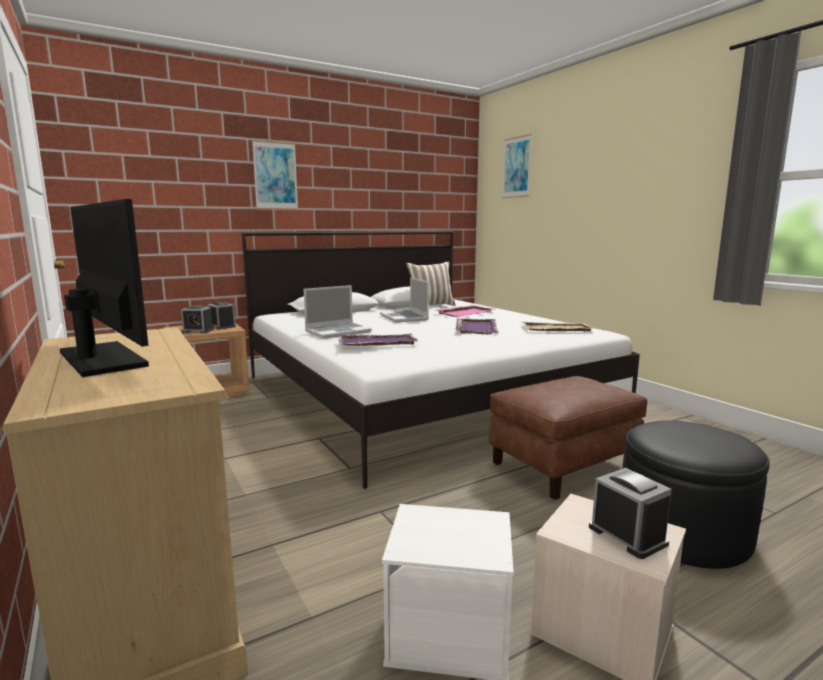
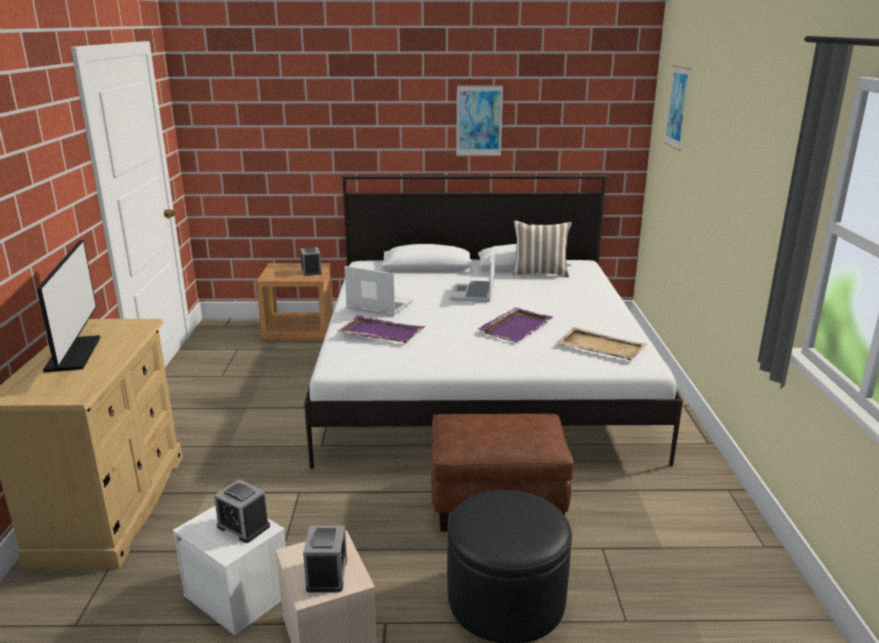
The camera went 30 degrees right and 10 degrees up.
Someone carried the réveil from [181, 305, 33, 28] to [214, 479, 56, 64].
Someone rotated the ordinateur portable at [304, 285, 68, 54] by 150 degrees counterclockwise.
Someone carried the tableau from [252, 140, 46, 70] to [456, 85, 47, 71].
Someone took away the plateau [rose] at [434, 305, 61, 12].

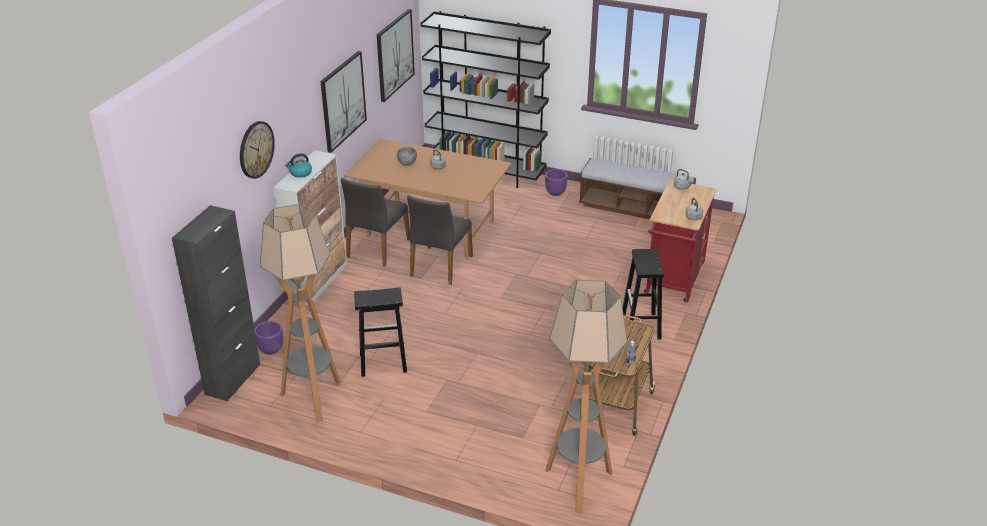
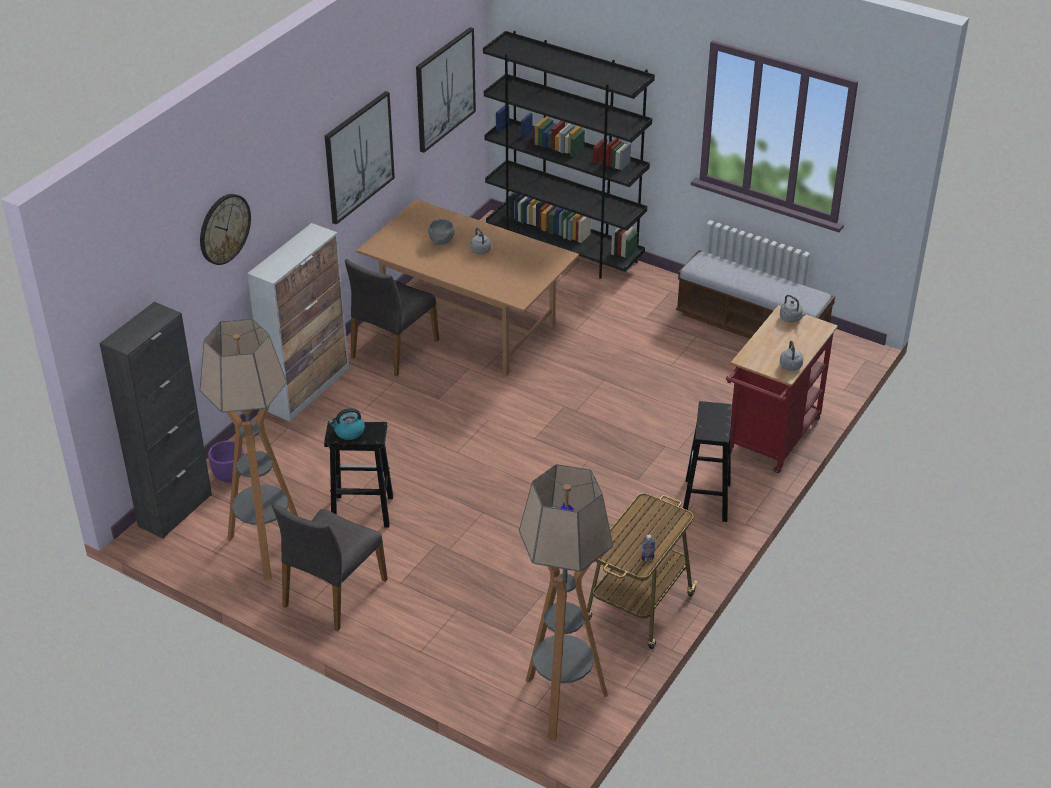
The camera went 10 degrees right and 5 degrees up.
Someone carried the chaise [gris] from [407, 195, 66, 90] to [272, 502, 116, 129].
Someone carried the bouilloire from [285, 153, 27, 25] to [329, 408, 36, 32].
Someone took away the cache-pot [violet] at [545, 169, 23, 27].

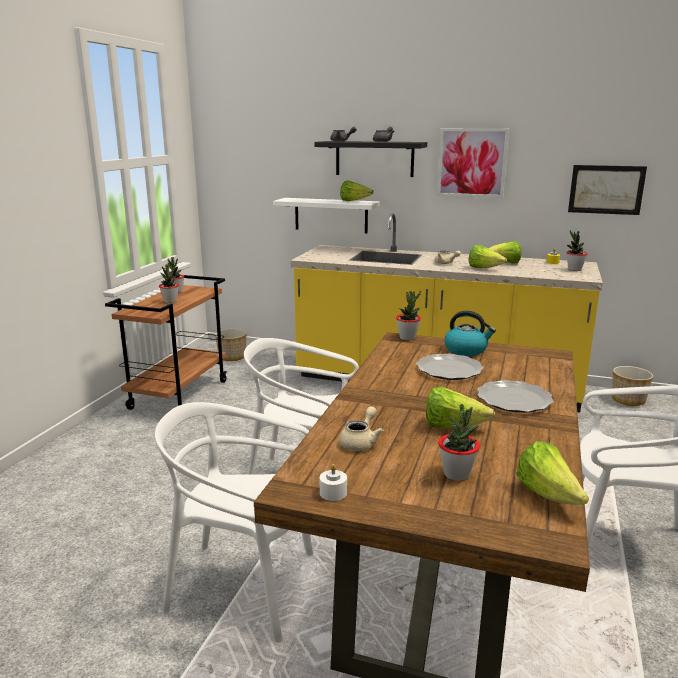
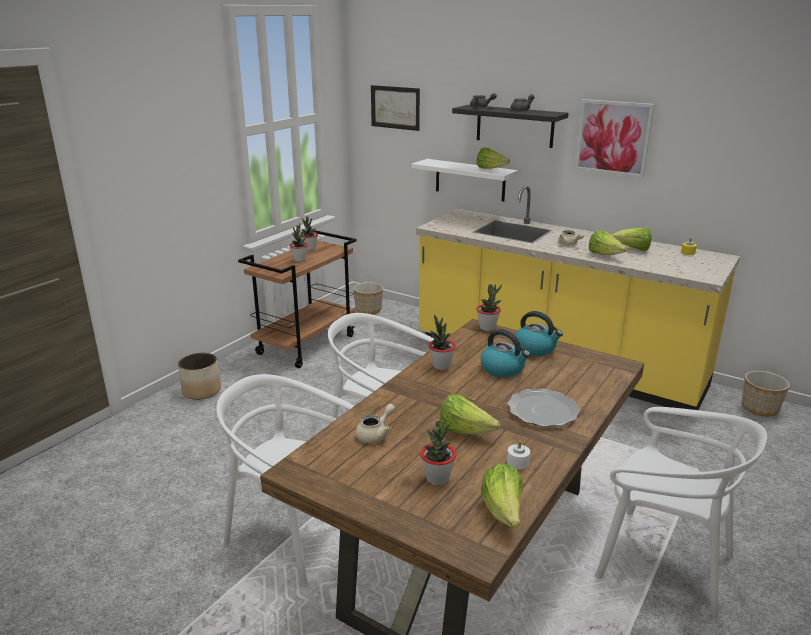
The camera went 15 degrees right and 5 degrees up.
Someone put down the cache-pot at [178, 353, 43, 47].
Someone carried the tableau from [568, 165, 79, 50] to [371, 85, 49, 46].
Someone carried the plante en pot from [566, 230, 22, 41] to [428, 314, 28, 56].
Someone swapped the assiette at [416, 354, 68, 26] for the bouilloire at [481, 329, 49, 48].
Someone carried the bougie [blanc] from [320, 464, 27, 37] to [507, 440, 23, 30].

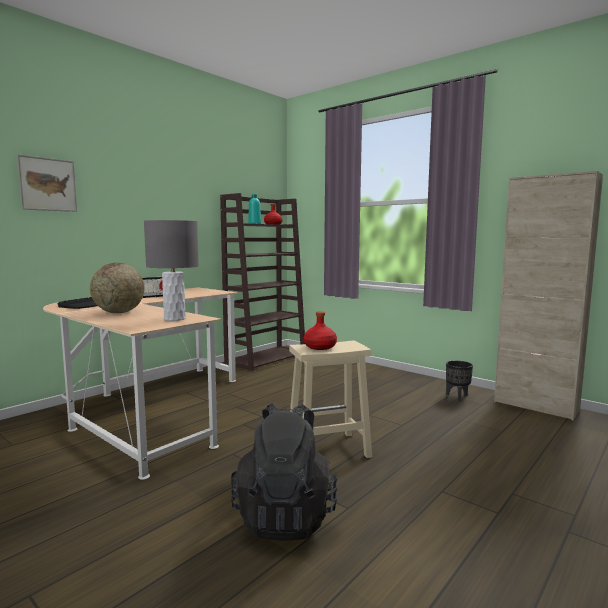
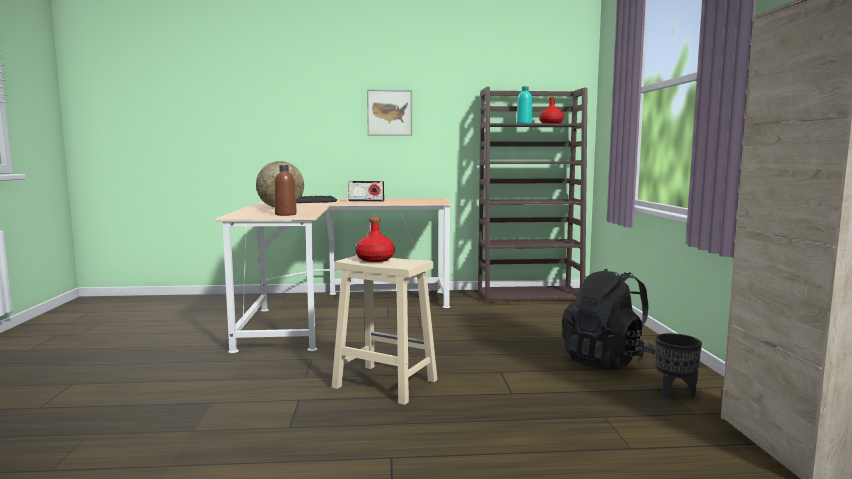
The camera went 45 degrees right and 0 degrees up.
Someone swapped the lampe de table [gris] at [144, 220, 55, 101] for the bouteille [marron] at [275, 165, 22, 51].
Someone carried the tableau from [17, 154, 60, 58] to [367, 90, 45, 46].
Someone carried the sac à dos [noir] from [231, 403, 106, 138] to [561, 269, 94, 102].

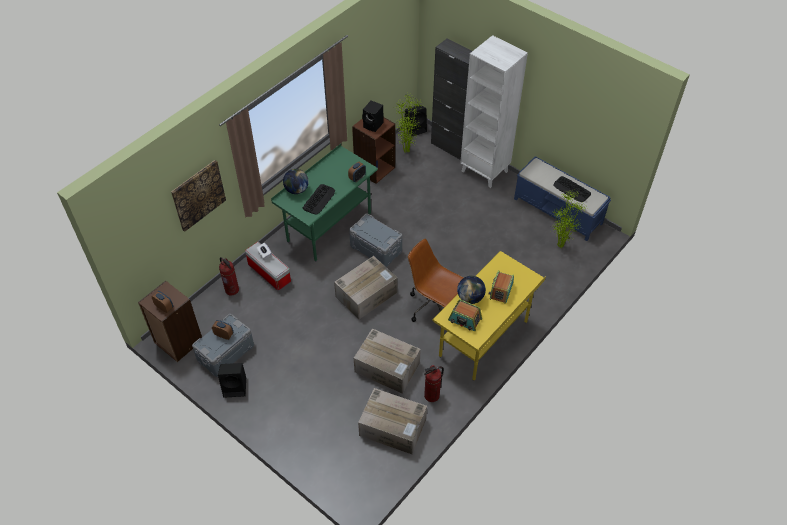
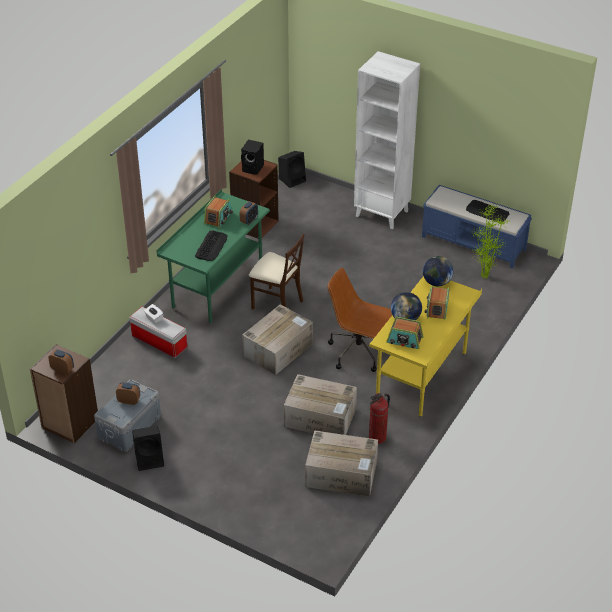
The camera went 10 degrees left and 10 degrees down.
Someone put down the radio at [204, 196, 29, 32].
Someone swapped the boîte de rangement [gris] at [349, 213, 53, 54] for the chaise [beige] at [249, 234, 56, 76].
Someone carried the globe from [283, 169, 26, 25] to [423, 256, 30, 30].
Someone took away the tableau at [171, 160, 55, 72].
Someone took away the extincteur at [219, 257, 20, 39].
Someone took away the plante en pot at [395, 93, 27, 60].
Someone took away the meuble de rangement [noir] at [431, 38, 41, 122].

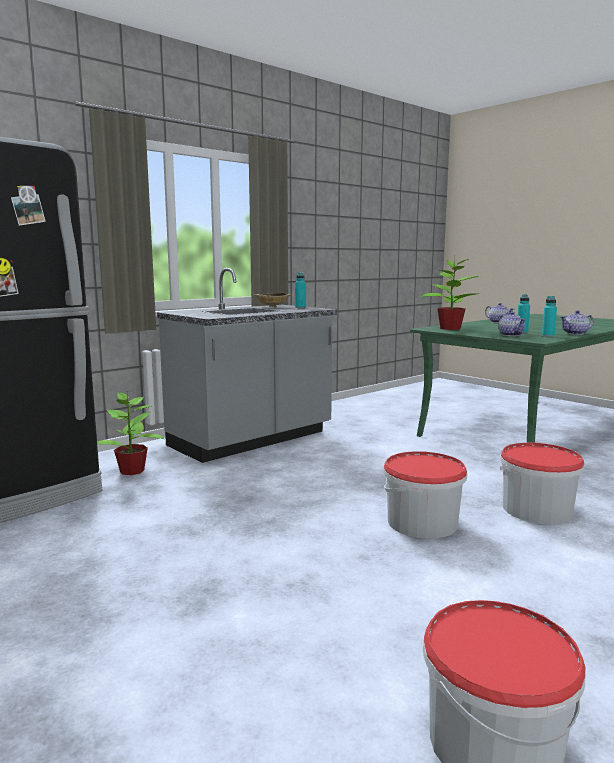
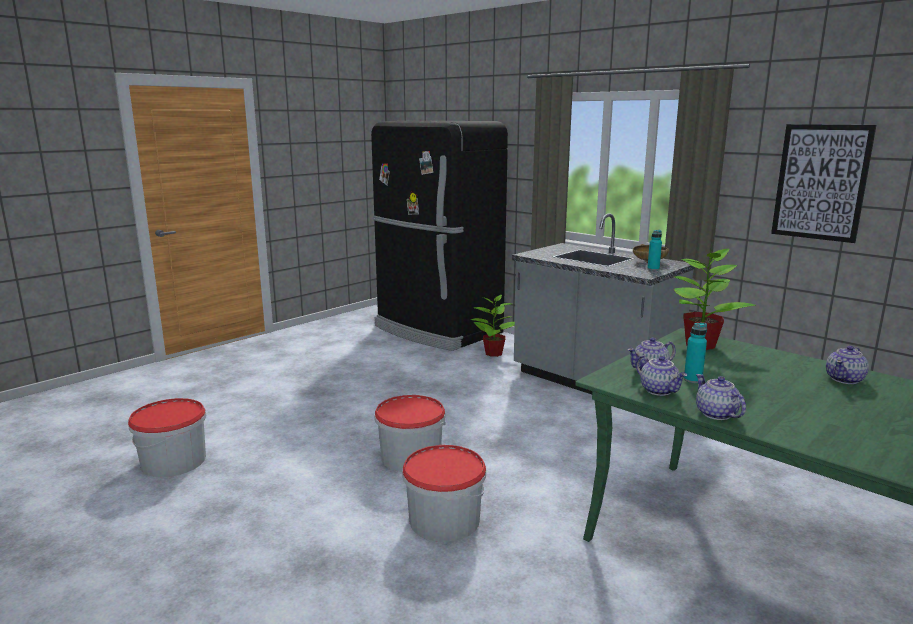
The camera went 85 degrees right and 5 degrees up.
Someone swapped the bouteille [turquoise] at [542, 296, 15, 41] for the théière at [636, 355, 51, 41].
Someone put up the tableau at [771, 124, 105, 119].

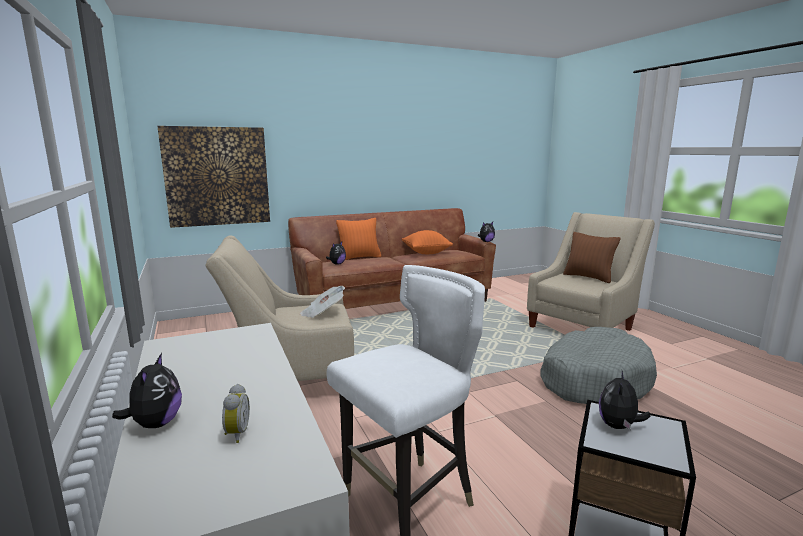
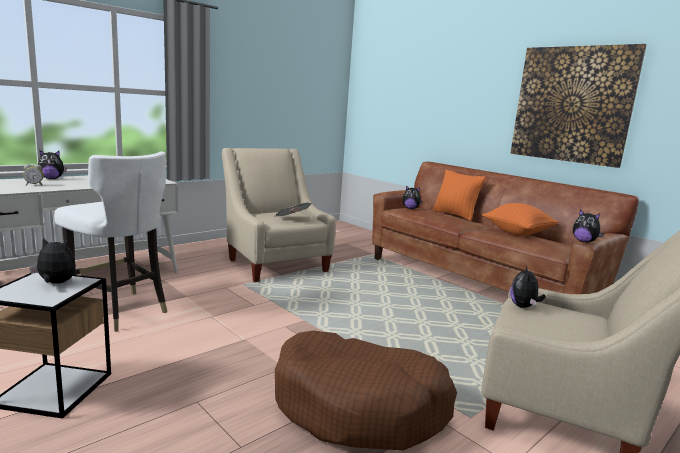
The camera went 70 degrees right and 0 degrees up.
Someone repainted the panier pour chien [gris] at [540, 327, 117, 77], which became the panier pour chien [marron] at [275, 330, 182, 120].
Someone carried the tableau from [157, 126, 113, 102] to [510, 44, 137, 124].
Someone put down the peluche at [510, 266, 36, 42].
Someone took away the coussin [marron] at [563, 232, 58, 51].

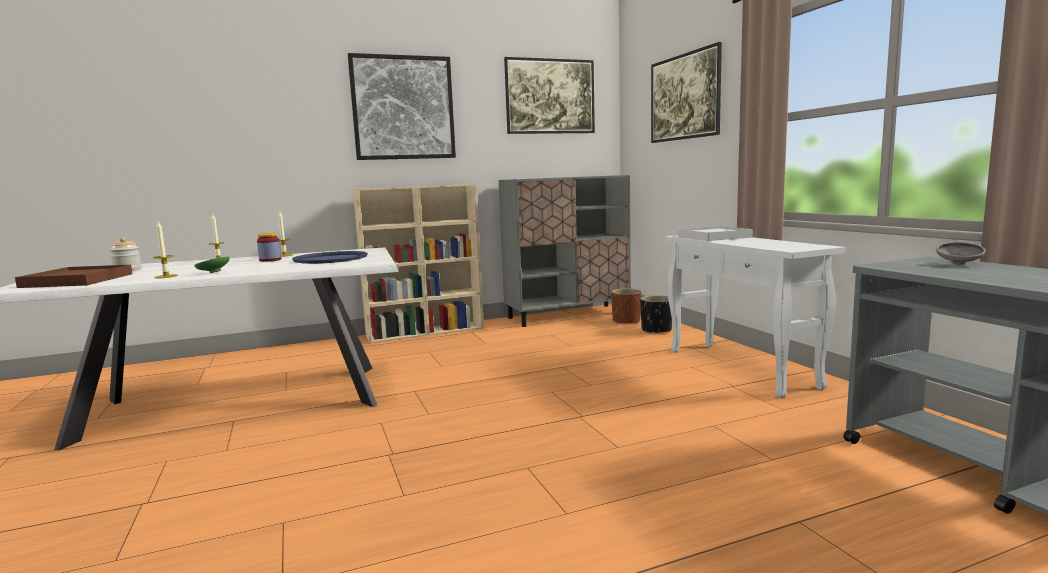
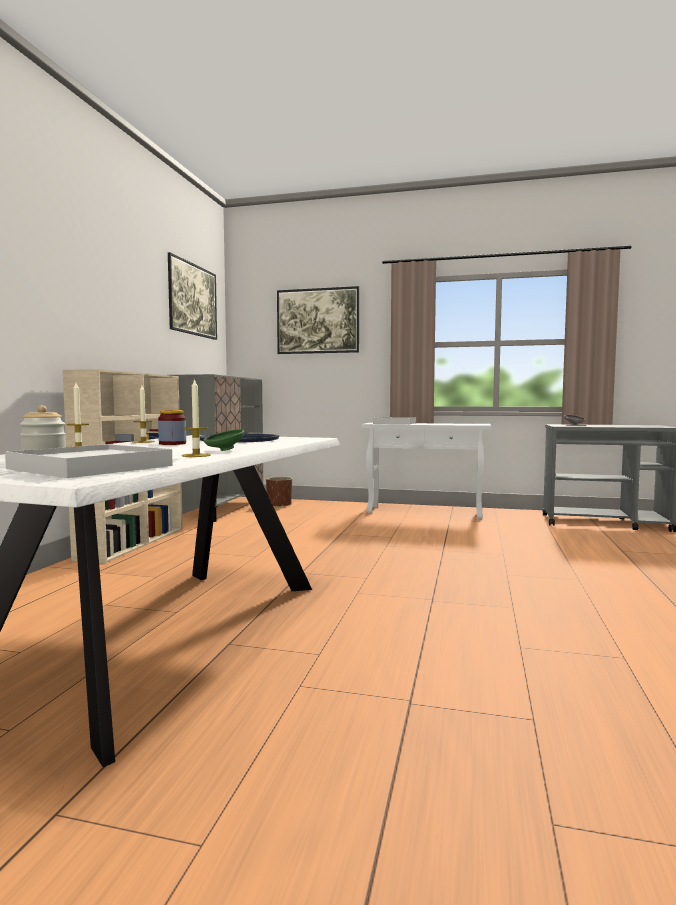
The camera went 55 degrees left and 5 degrees down.
Someone repainted the plateau [marron] at [15, 265, 117, 23], which became the plateau [blanc] at [5, 444, 168, 34].
Someone took away the tableau at [348, 53, 108, 107].
Someone took away the cache-pot [noir] at [640, 295, 32, 39].

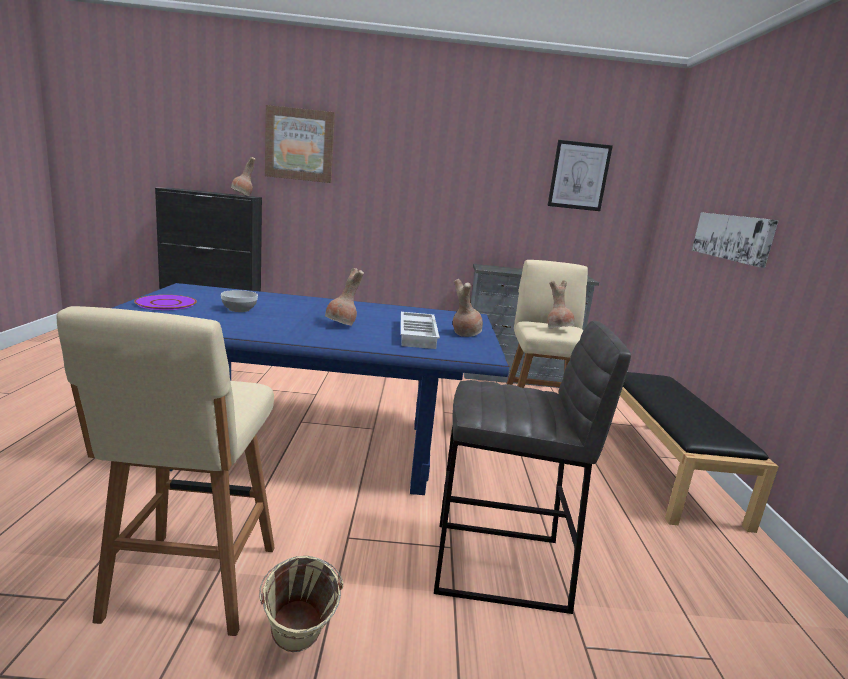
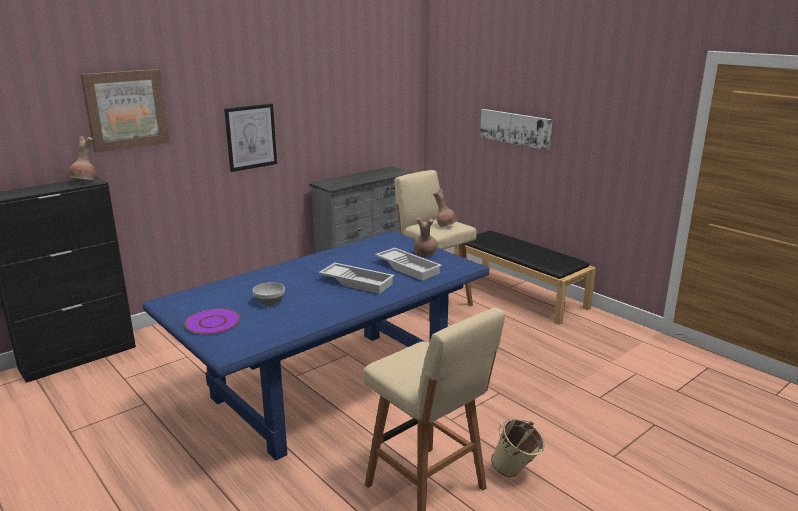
The camera went 40 degrees left and 5 degrees up.
Someone carried the tableau from [548, 140, 65, 71] to [224, 103, 53, 69].
Someone swapped the vase [marron] at [325, 268, 39, 58] for the plateau [blanc] at [319, 263, 76, 31].
Someone took away the tabouret [gris] at [434, 321, 197, 293].

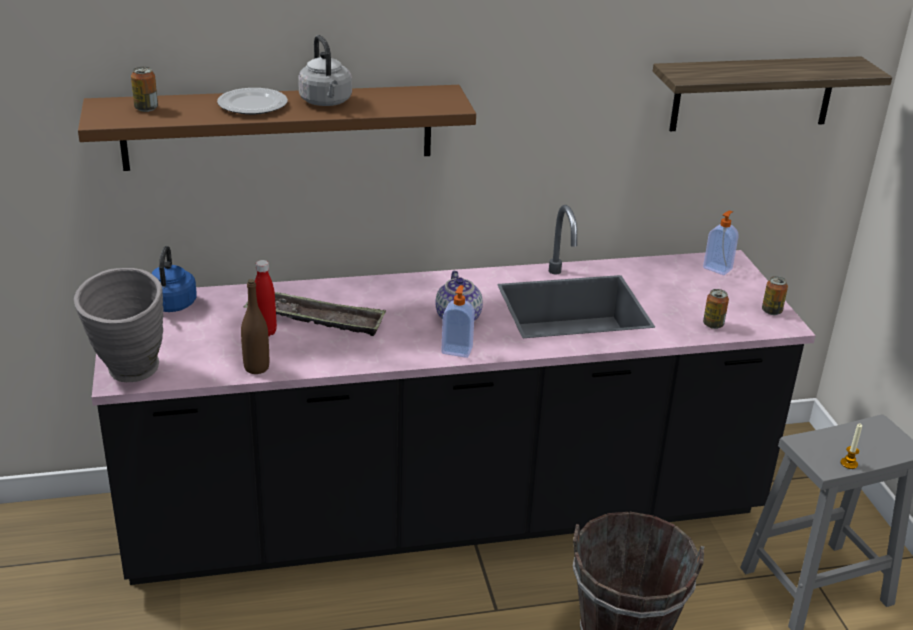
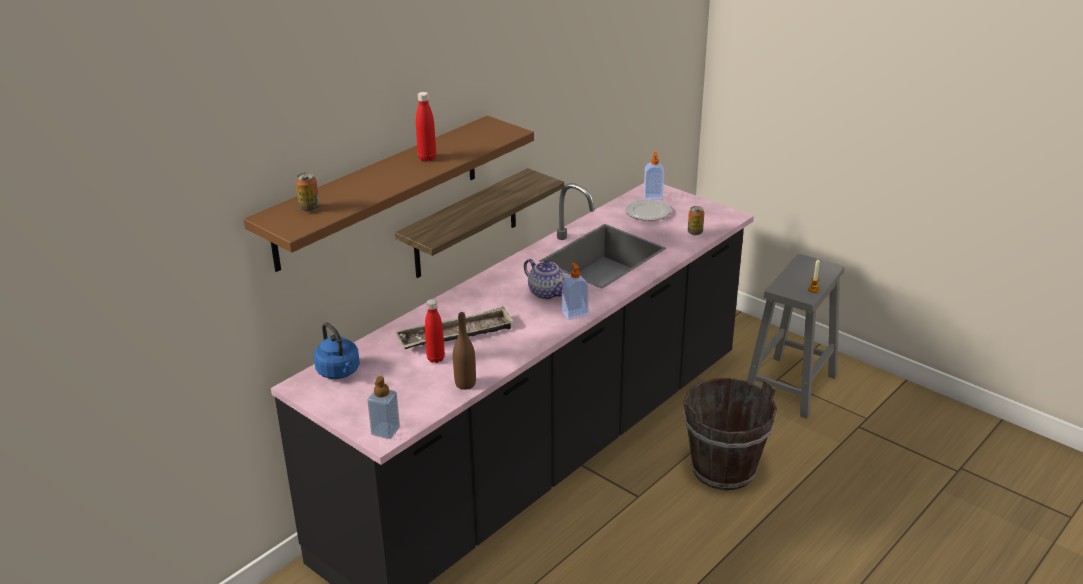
The camera went 35 degrees left and 0 degrees up.
Someone swapped the vase [gris] at [74, 268, 89, 114] for the distributeur de savon at [367, 376, 33, 63].
Someone carried the étagère from [653, 56, 239, 75] to [395, 168, 169, 110].
Someone swapped the bouilloire [gris] at [298, 35, 54, 71] for the bouteille [rouge] at [416, 92, 20, 69].
Someone carried the assiette from [217, 88, 71, 27] to [625, 199, 46, 22].
Someone took away the boîte métallique at [762, 276, 26, 39].

